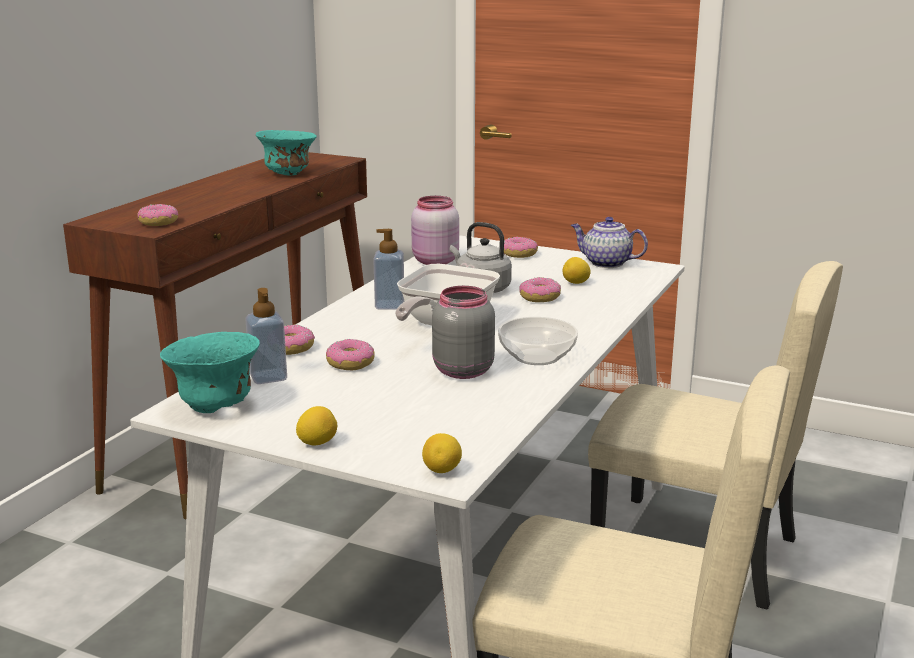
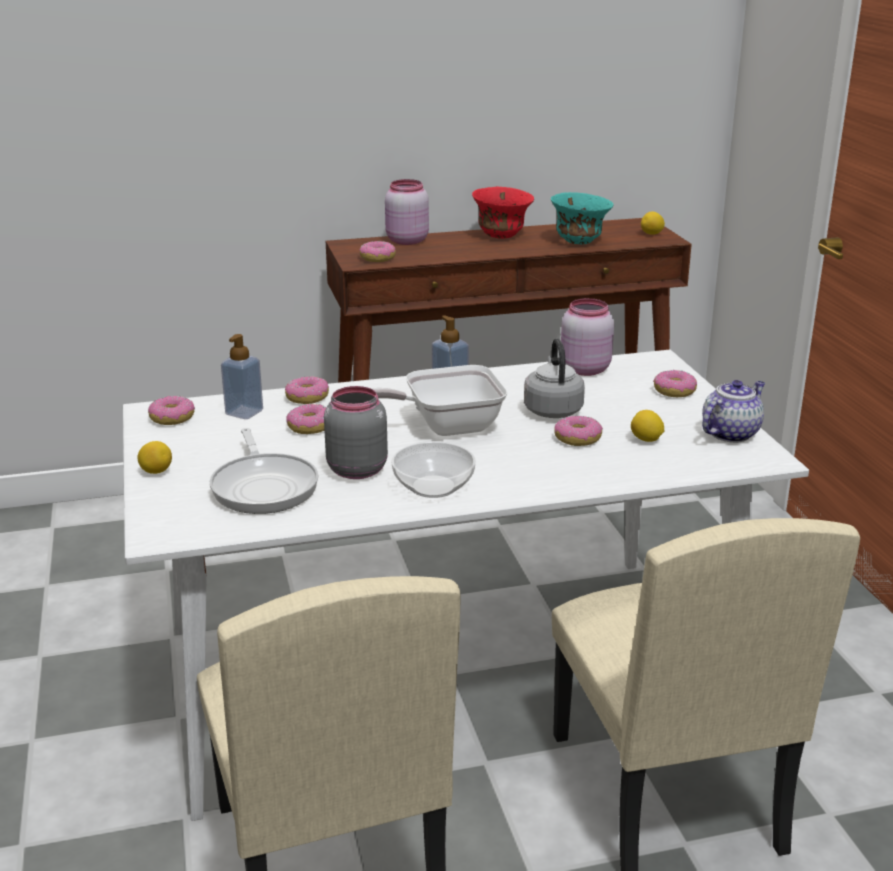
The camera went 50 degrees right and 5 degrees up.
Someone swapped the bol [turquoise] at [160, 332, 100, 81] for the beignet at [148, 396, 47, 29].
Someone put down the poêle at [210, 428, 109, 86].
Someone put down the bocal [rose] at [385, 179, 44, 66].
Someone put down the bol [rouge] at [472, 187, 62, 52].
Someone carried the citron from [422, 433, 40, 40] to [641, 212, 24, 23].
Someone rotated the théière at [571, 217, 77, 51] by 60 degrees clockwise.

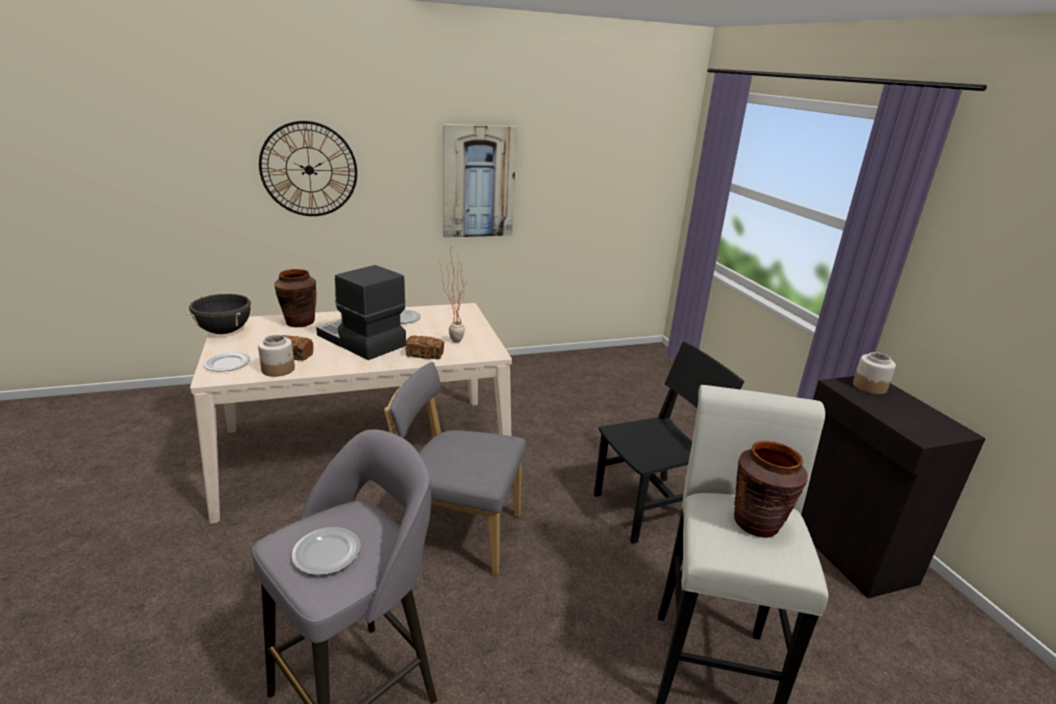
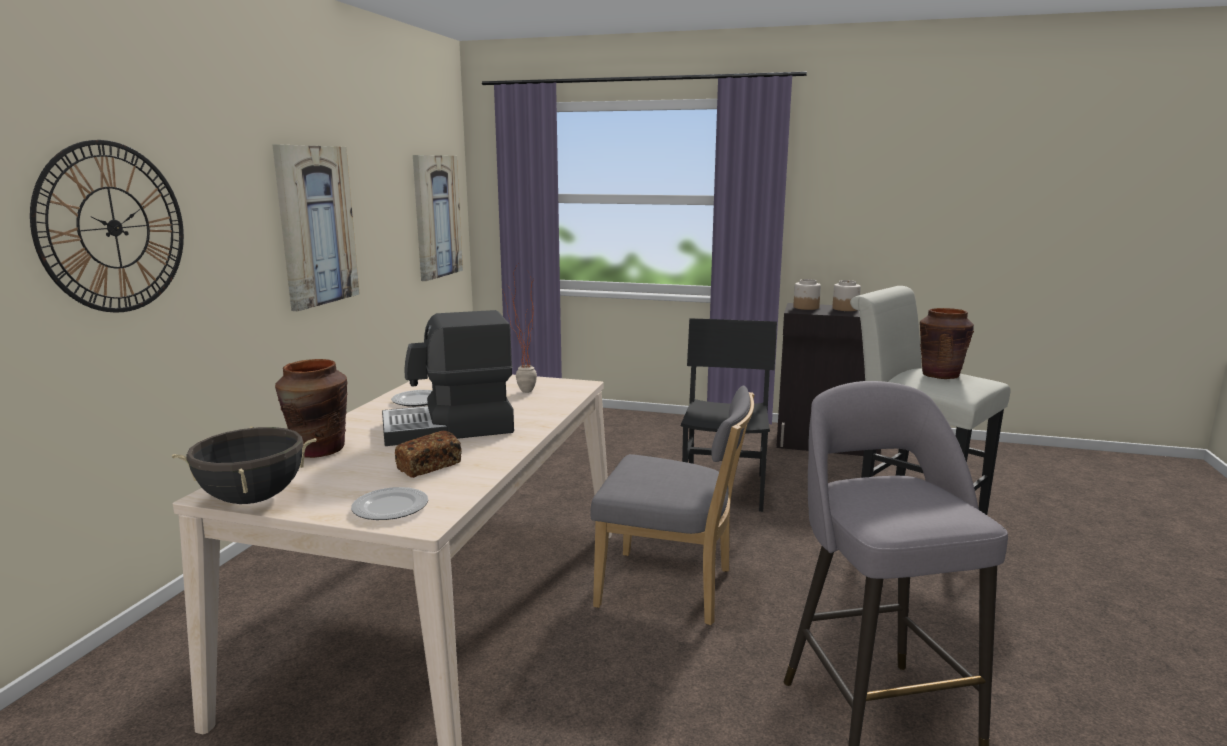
The camera went 55 degrees left and 10 degrees down.
Someone put up the tableau at [413, 155, 50, 126].
Someone rotated the chaise [gris] at [384, 362, 142, 213] by 120 degrees counterclockwise.
Someone carried the bocal from [258, 335, 37, 42] to [832, 280, 29, 31].
Someone took away the assiette at [291, 527, 70, 48].
Someone took away the pain at [405, 335, 39, 25].

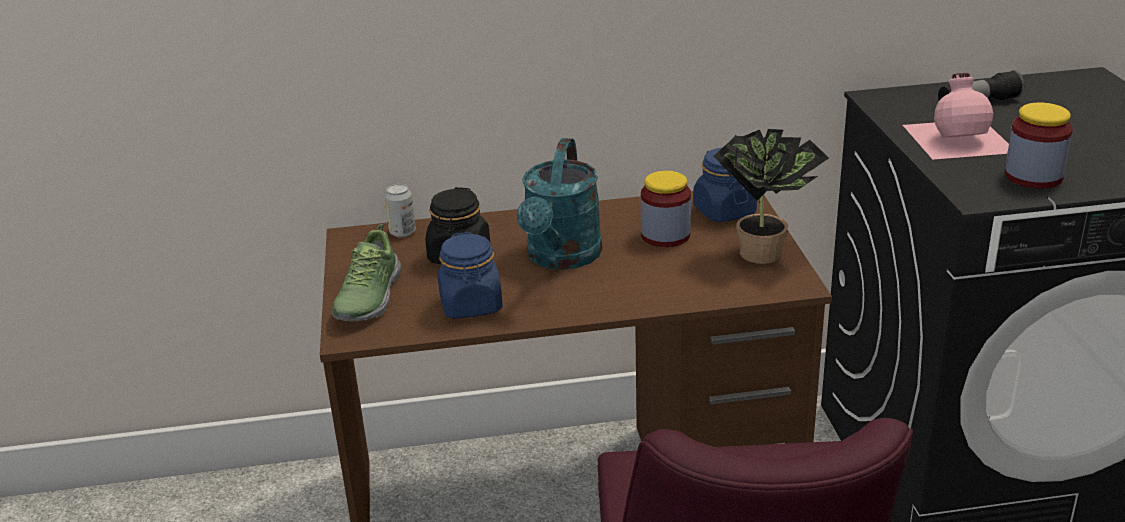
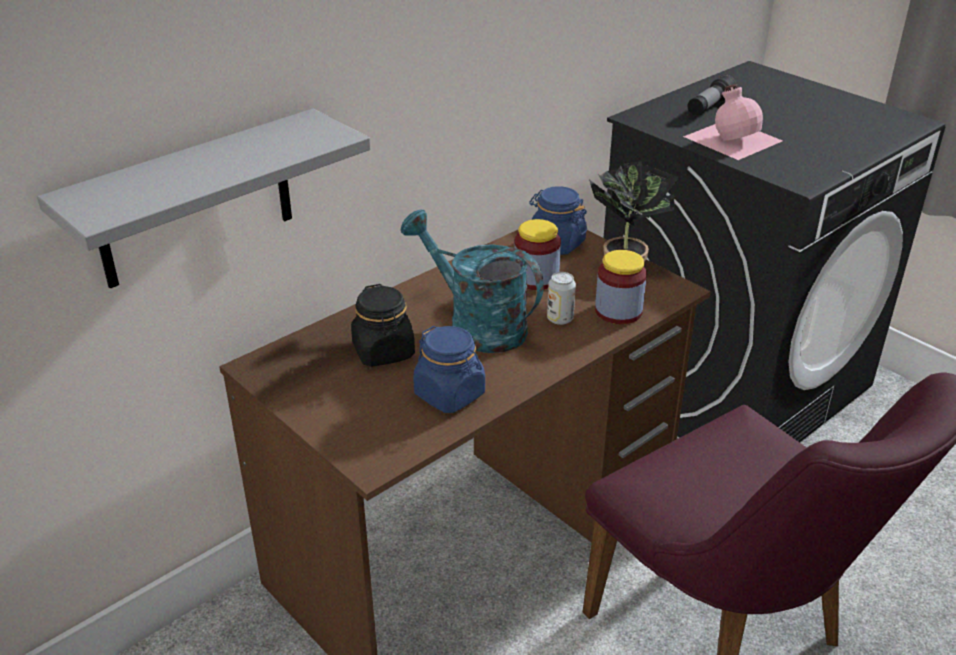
The camera went 35 degrees left and 5 degrees up.
Someone put up the étagère [gris] at [37, 109, 333, 179].
Someone rotated the arrosoir [turquoise] at [517, 138, 85, 132] by 150 degrees clockwise.
Someone carried the boîte métallique from [384, 184, 32, 54] to [547, 272, 29, 53].
Someone carried the bocal from [1005, 103, 68, 86] to [595, 250, 52, 74].
Someone took away the chaussure at [332, 224, 69, 98].

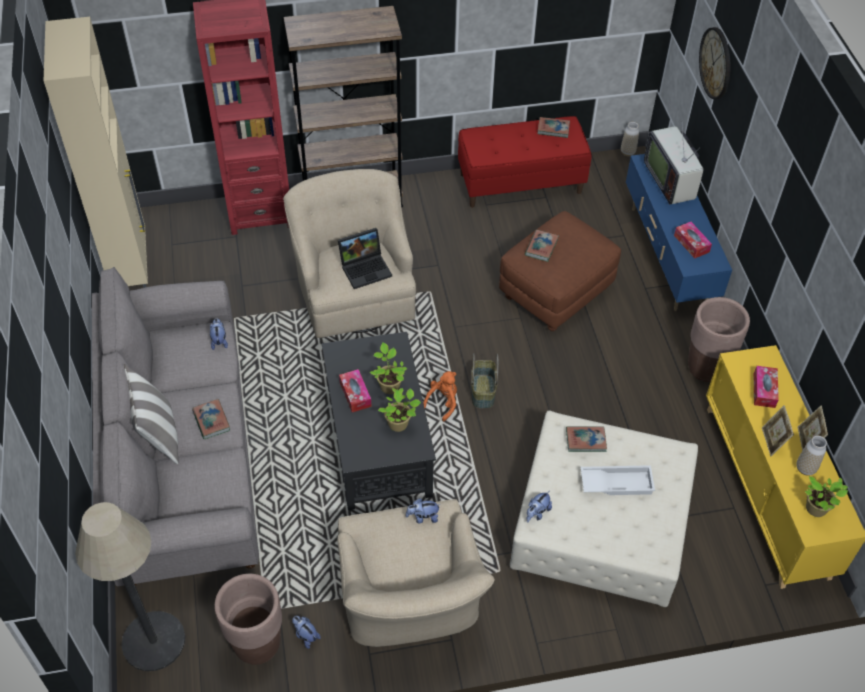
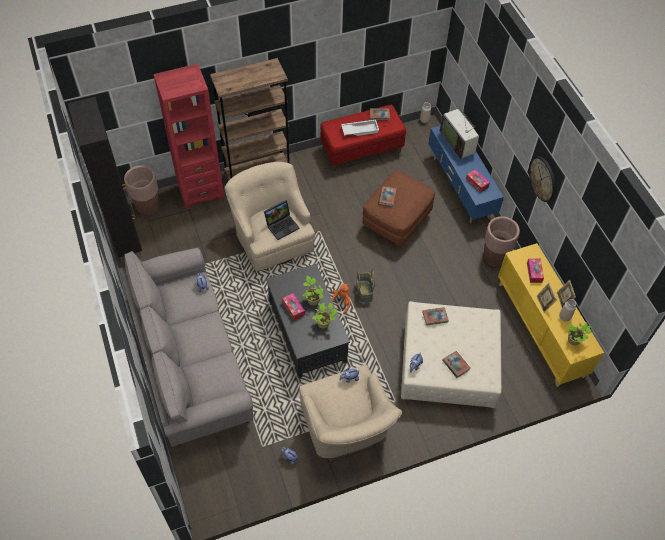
The camera went 10 degrees left and 5 degrees up.
Someone repainted the meuble de rangement [beige] at [44, 17, 104, 271], which became the meuble de rangement [noir] at [68, 97, 74, 166].
Someone carried the cache-pot [marron] from [215, 574, 67, 91] to [124, 165, 35, 50].
Someone carried the plateau [blanc] from [580, 465, 75, 30] to [341, 119, 38, 17].
Someone carried the livre from [192, 399, 38, 40] to [442, 351, 28, 27].
Someone carried the horloge murale from [699, 27, 32, 72] to [529, 156, 27, 46].
Someone took away the lampadaire at [75, 502, 110, 169].
Someone took away the coussin at [124, 364, 55, 100].

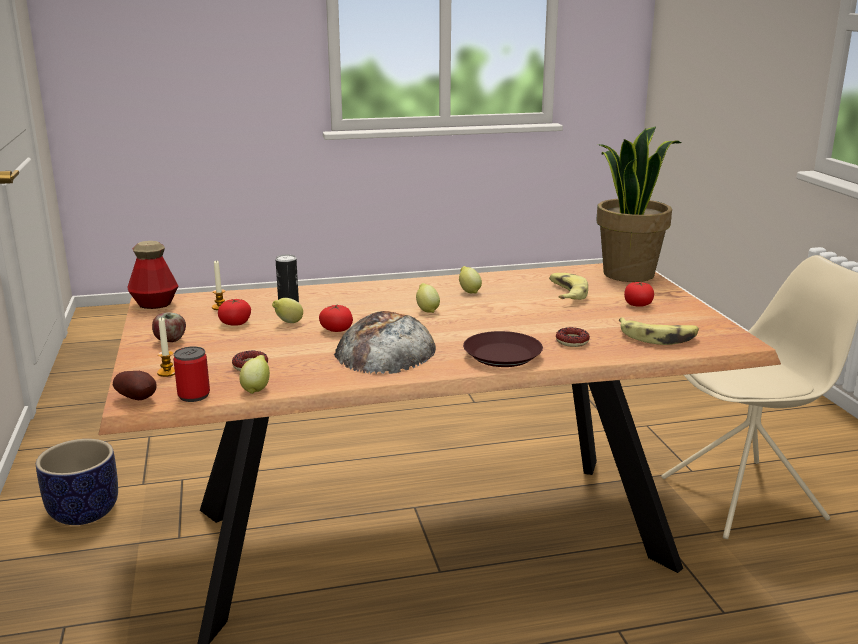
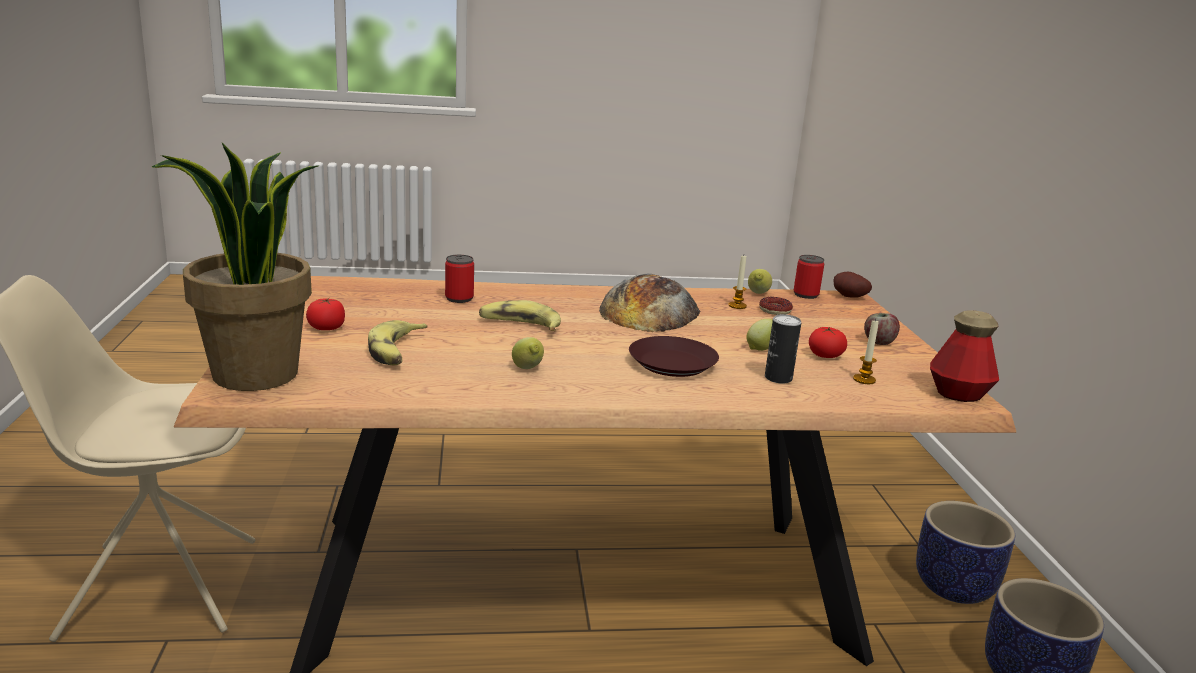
The camera went 175 degrees left and 0 degrees up.
Someone swapped the beignet at [556, 327, 34, 20] for the boîte métallique at [445, 255, 29, 48].
Someone carried the banane from [619, 317, 80, 28] to [479, 300, 82, 31].
Someone carried the assiette [marron] from [463, 331, 80, 36] to [629, 336, 90, 41].
Someone carried the bougie from [157, 317, 18, 60] to [728, 256, 19, 53].
Someone put down the cache-pot at [916, 501, 99, 103].
Someone took away the tomate at [319, 305, 34, 27].
Someone took away the citron at [416, 283, 24, 30].

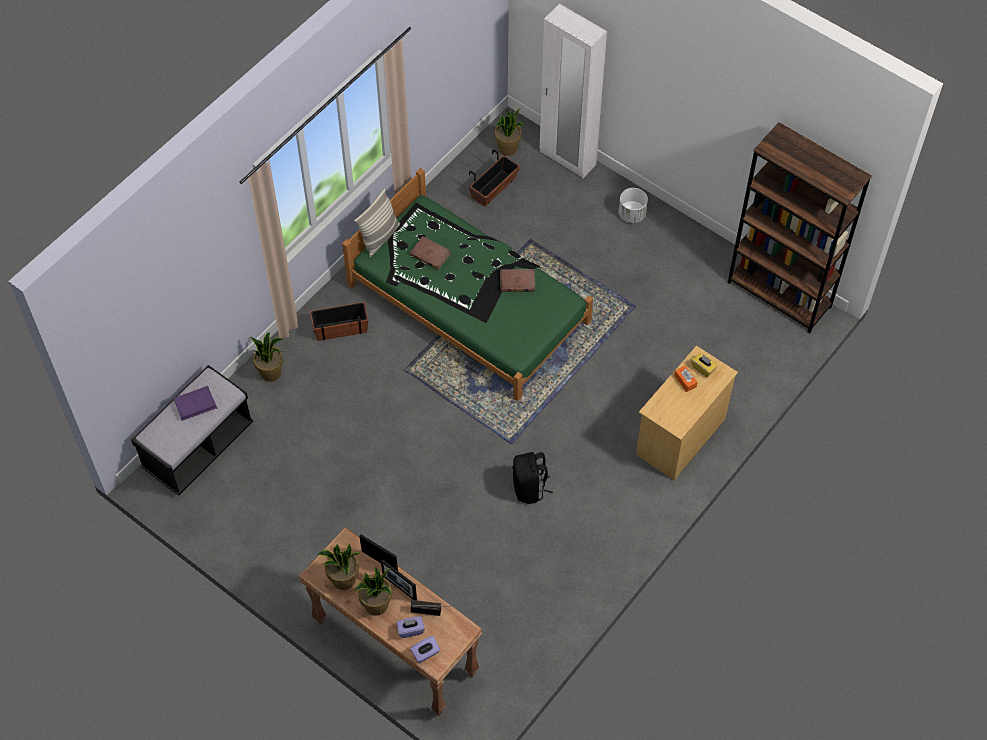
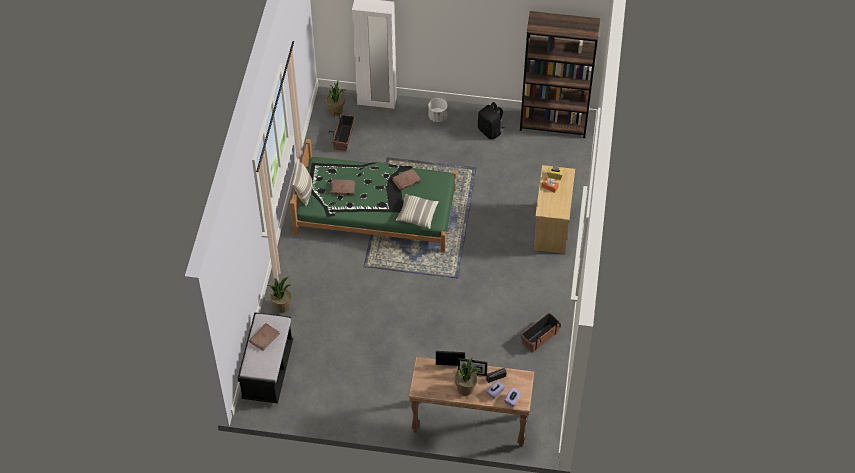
The camera went 30 degrees left and 5 degrees down.
Someone repainted the livre [violet] at [173, 386, 44, 35], which became the livre [marron] at [249, 323, 31, 28].
Someone put down the coussin at [396, 194, 43, 35].
Someone carried the sac à dos [noir] from [513, 452, 40, 52] to [478, 102, 27, 37].
Someone carried the cache-pot from [310, 302, 58, 39] to [520, 312, 41, 40].
Someone took away the plante en pot at [317, 544, 42, 46].

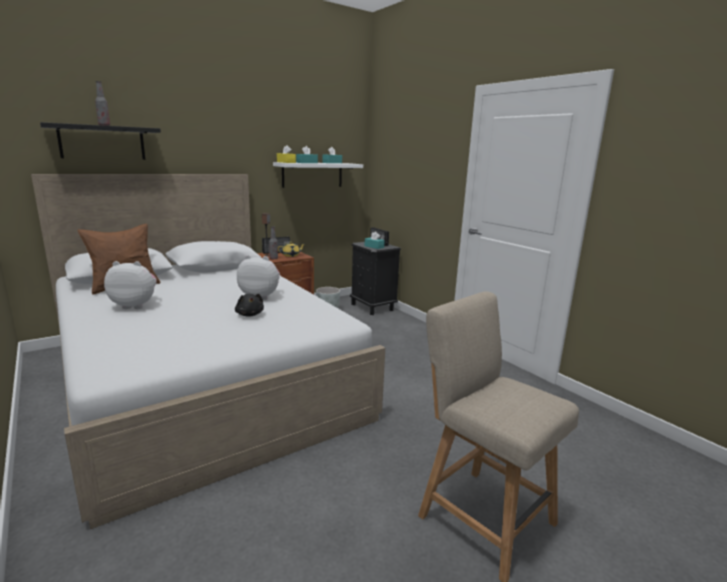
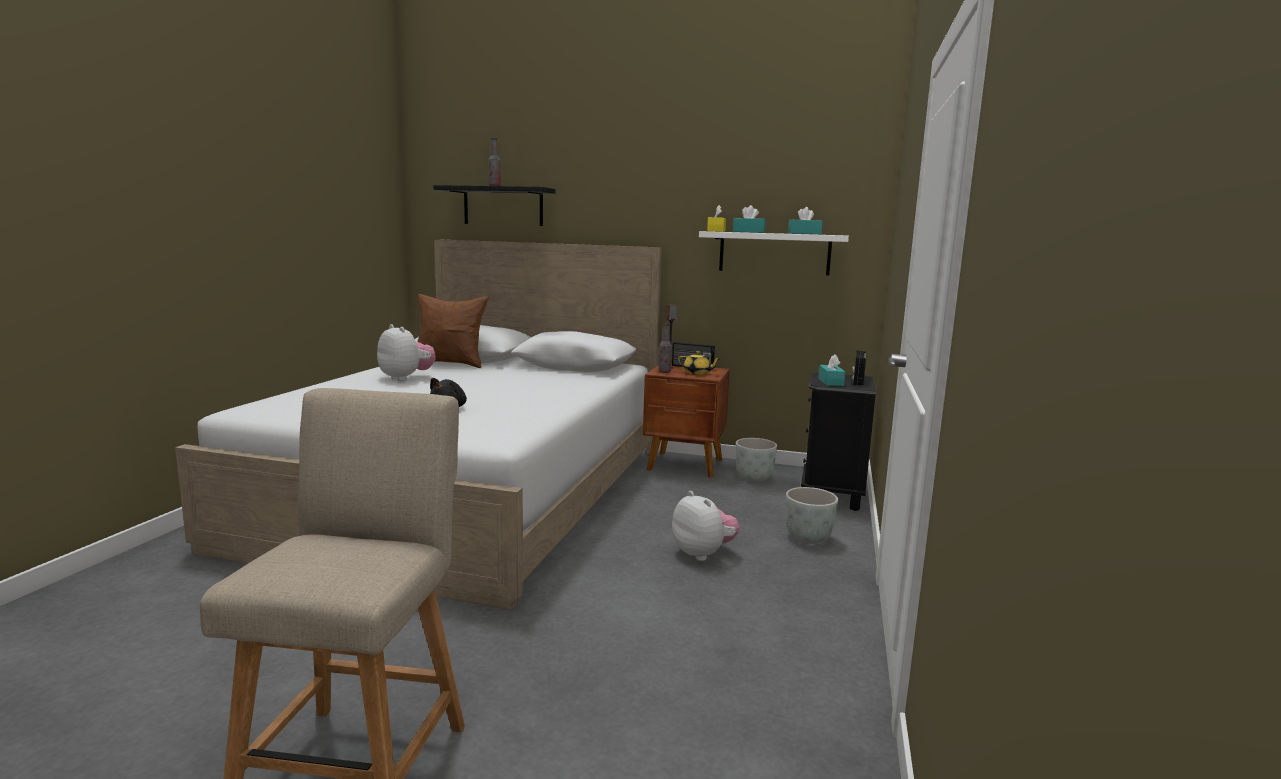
The camera went 50 degrees right and 5 degrees down.
Someone carried the peluche from [237, 255, 43, 45] to [672, 491, 67, 70].
Someone put down the cache-pot [gris] at [786, 487, 52, 57].

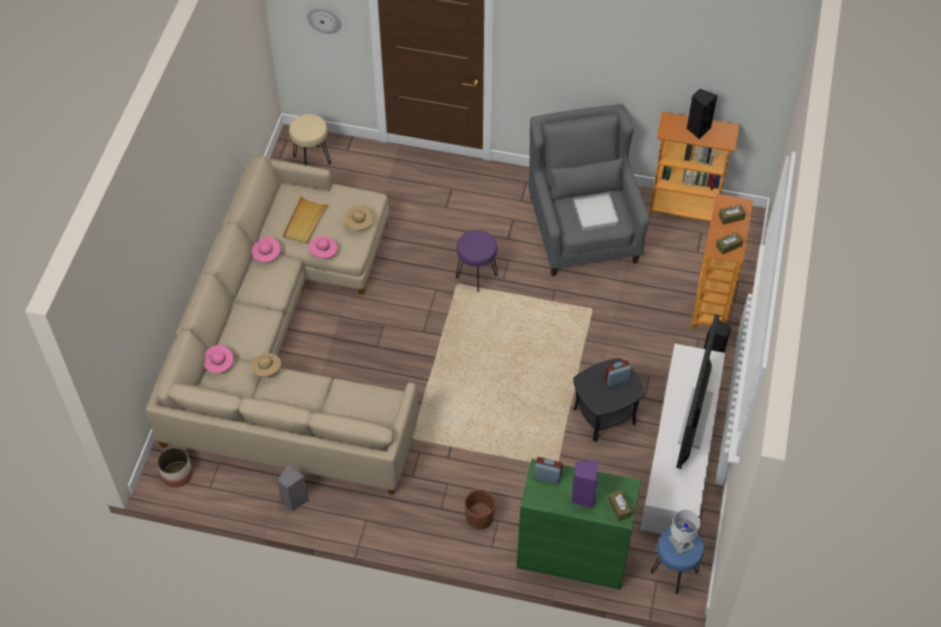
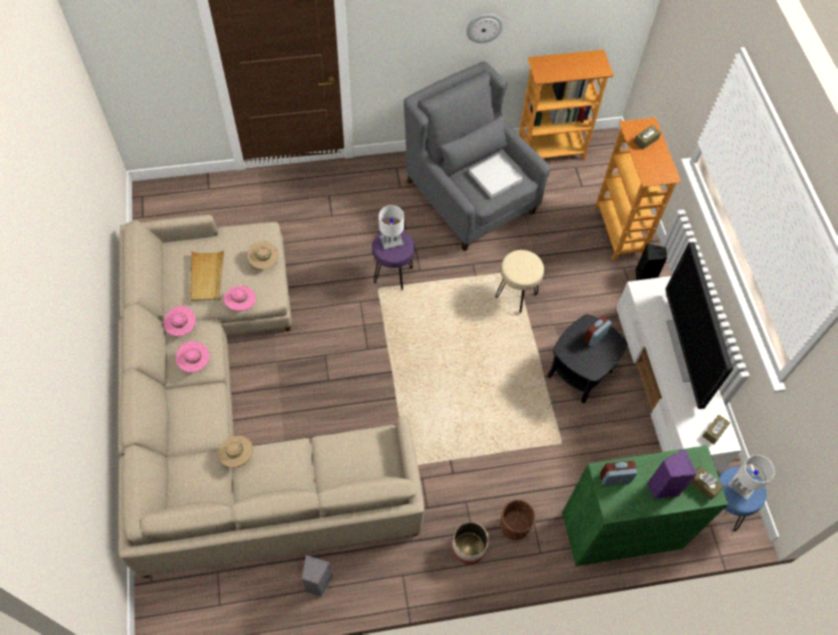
The camera went 25 degrees left and 5 degrees up.
Someone carried the chapeau [rose] from [204, 345, 29, 28] to [176, 341, 34, 31].
Someone put down the lampe de table [blanc] at [379, 205, 25, 44].
Someone carried the cache-pot from [157, 447, 36, 40] to [451, 522, 38, 43].
Someone carried the horloge murale from [307, 8, 34, 26] to [466, 14, 37, 29].
Someone carried the tabouret [beige] from [289, 114, 42, 52] to [495, 250, 49, 63].
Someone carried the boîte à mouchoirs [marron] from [716, 232, 27, 23] to [702, 415, 28, 29].
Someone took away the enceinte [noir] at [687, 89, 31, 51].

